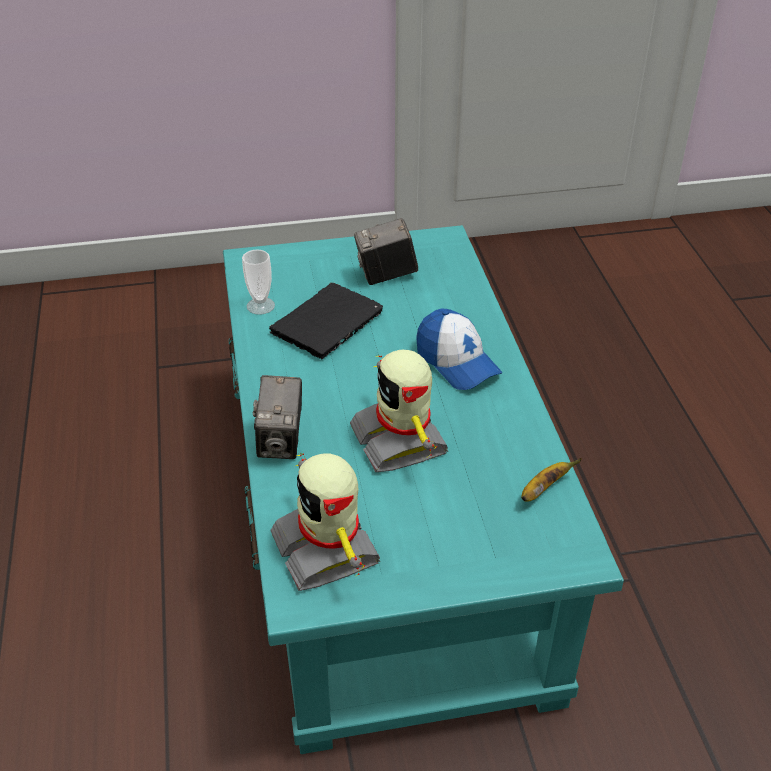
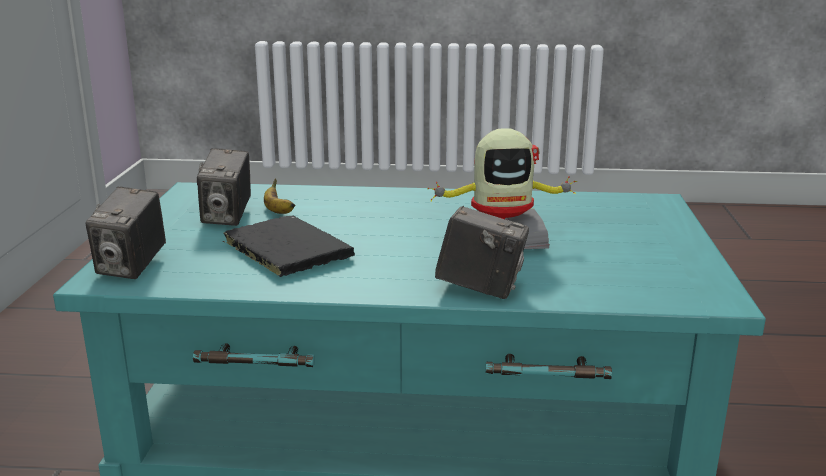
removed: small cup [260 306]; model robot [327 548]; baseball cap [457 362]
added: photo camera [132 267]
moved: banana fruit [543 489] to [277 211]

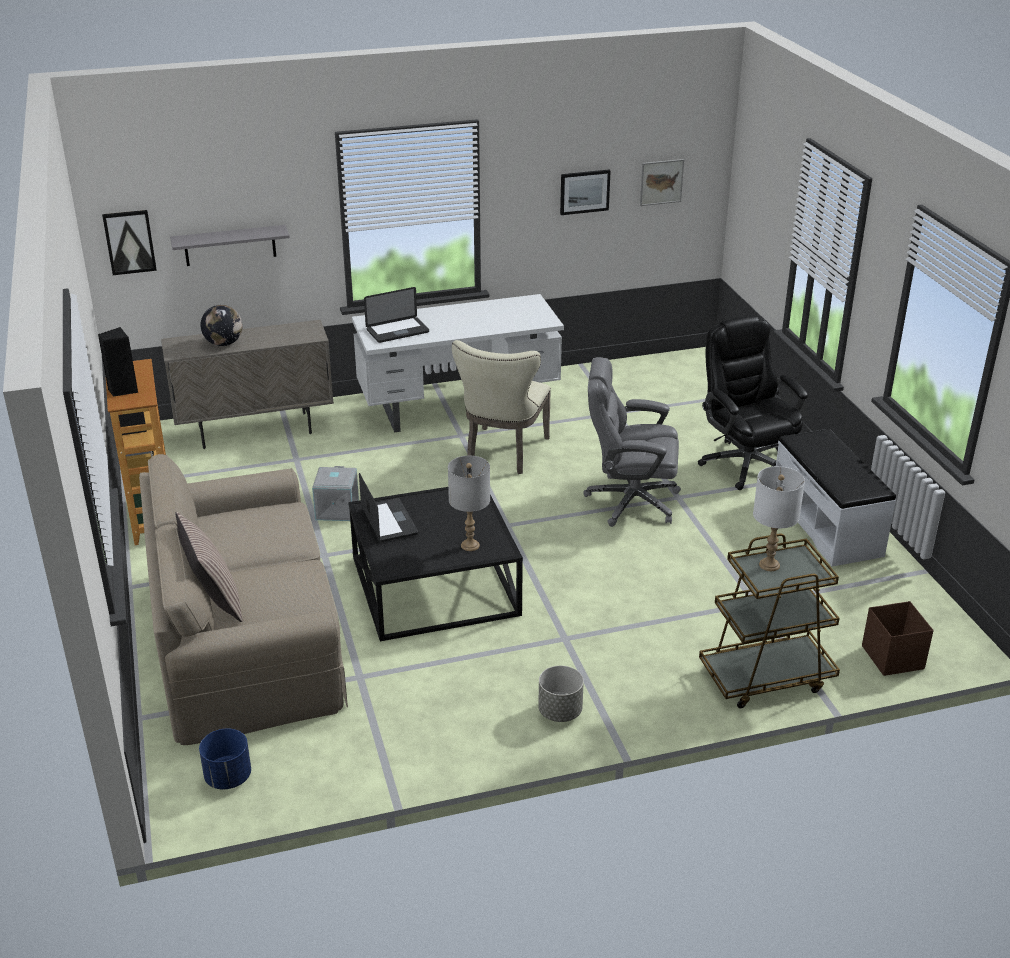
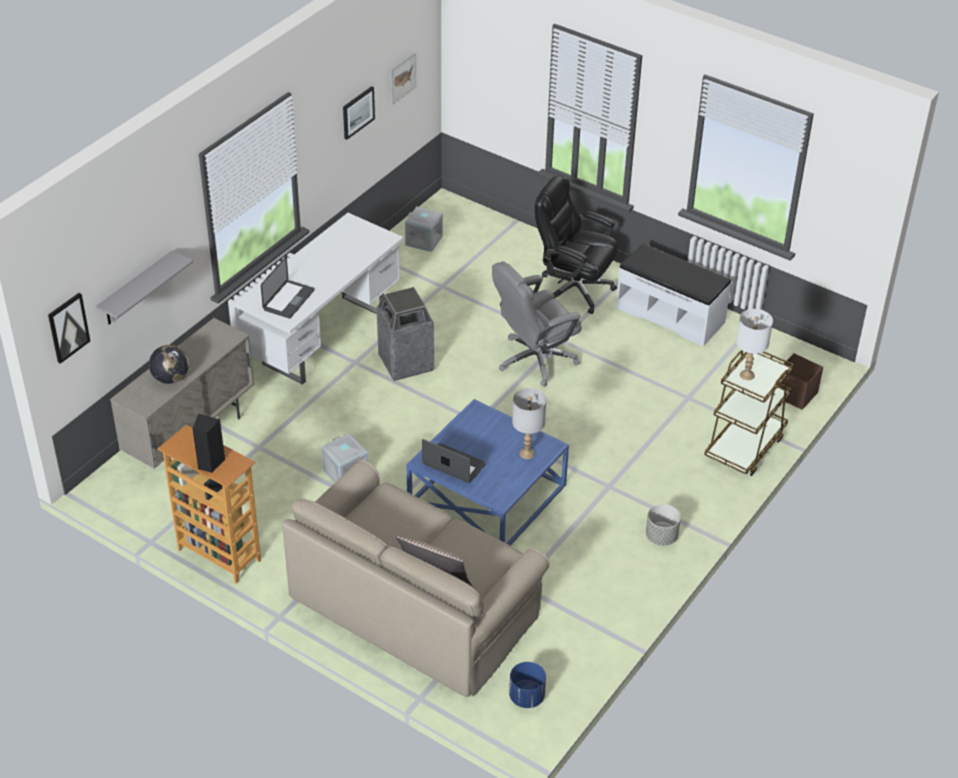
added: storage box in greyish [424 240]
replaced: plain chair in sand-coloured [504 454] to trash can [405 363]
recoloured: low table in black [434 586] to low table in bluish [486 495]

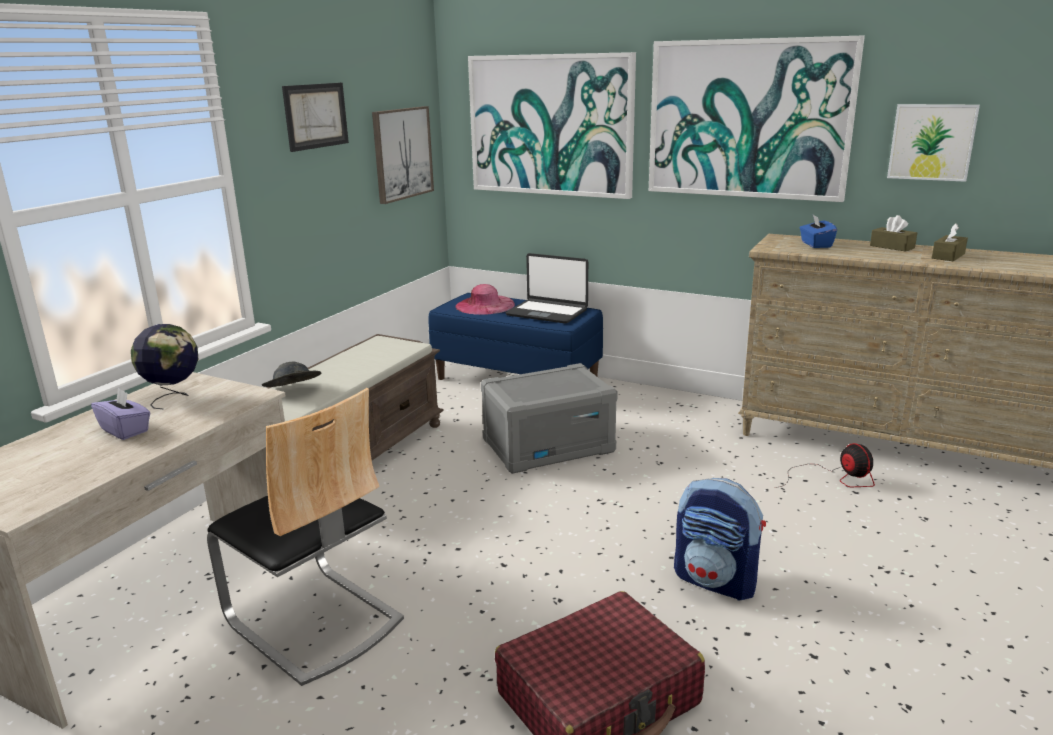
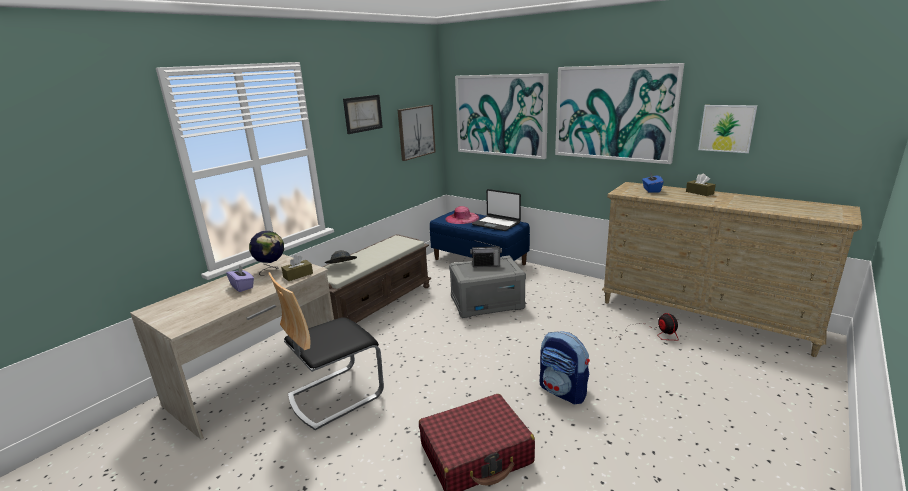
added: radio set [486 265]
moved: tissue holder in brown [948 256] to [298 275]
turned: plain chair [313 621] = [335 394] 90 degrees clockwise

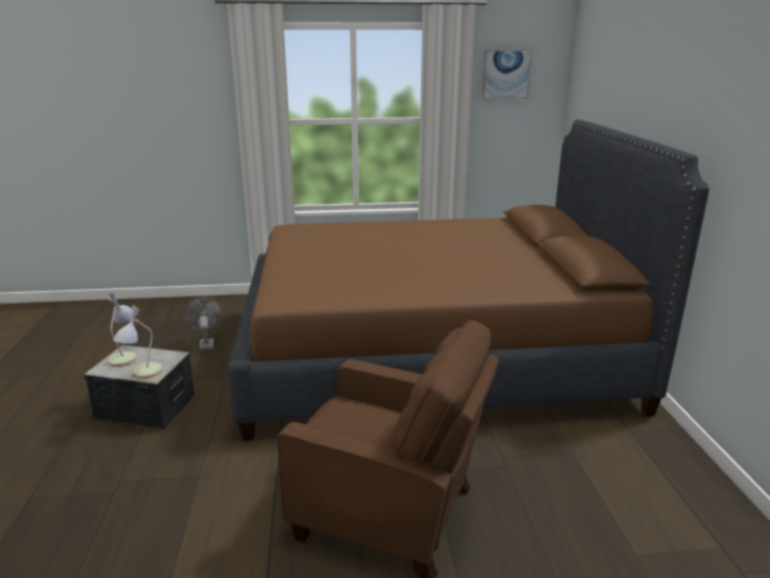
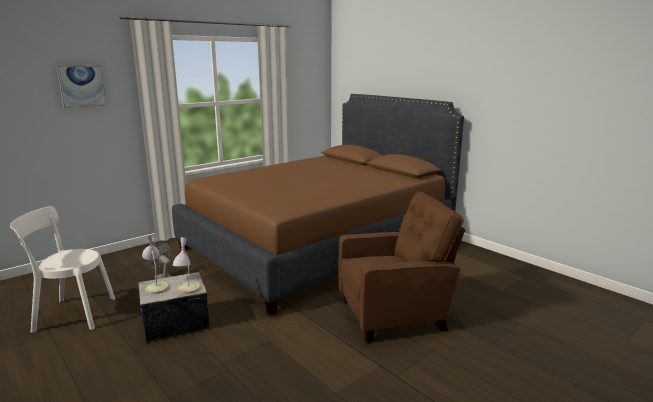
added: plain chair in whitish [71 314]
moved: wall picture [505 74] to [82 86]

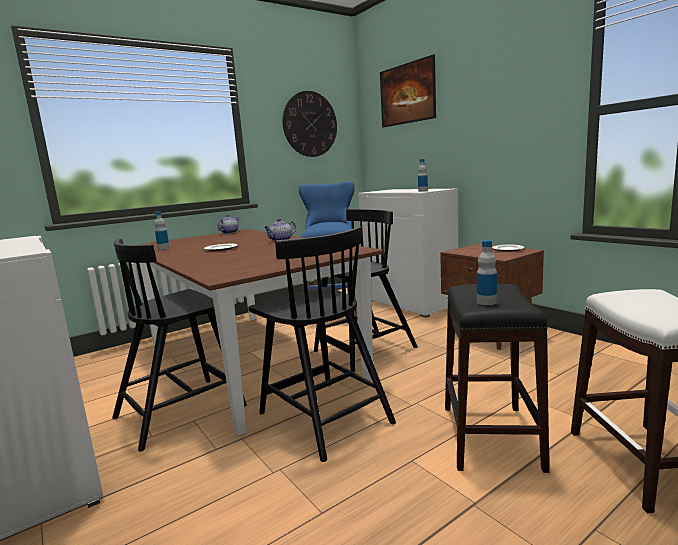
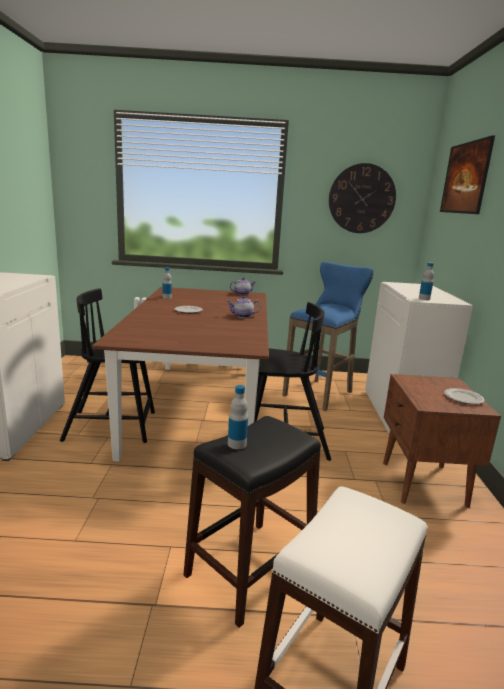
removed: plain chair in black [323 417]

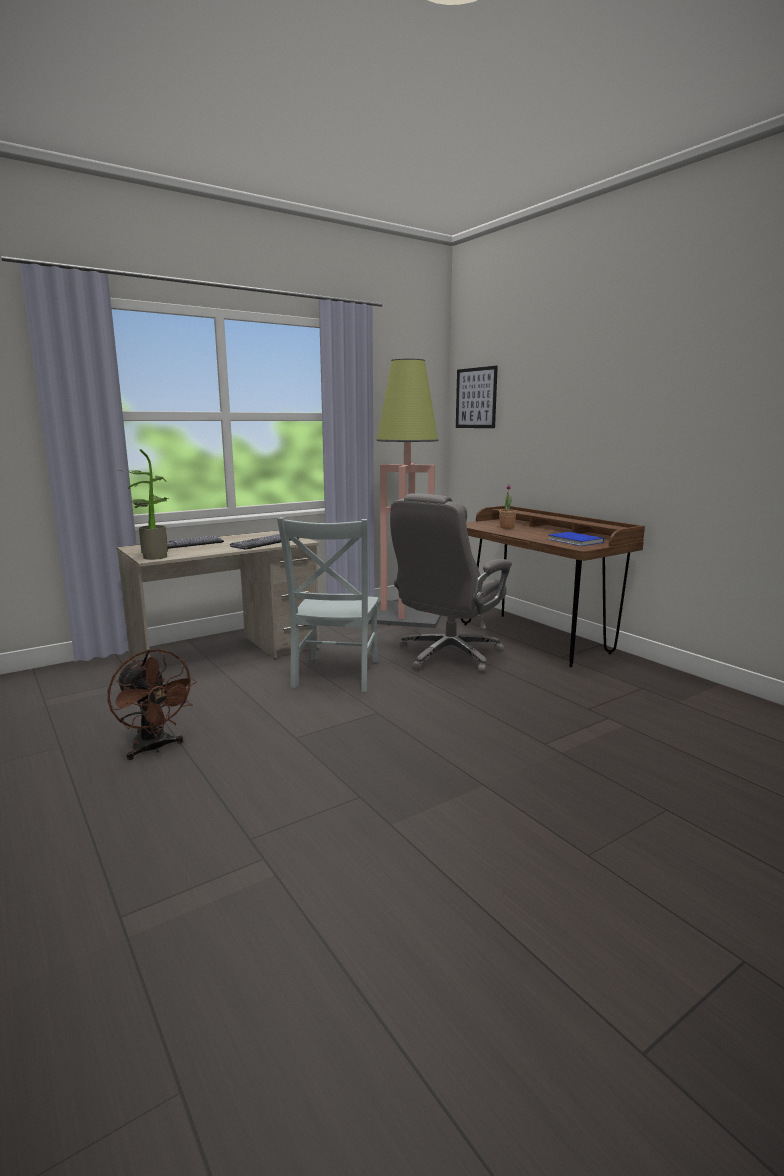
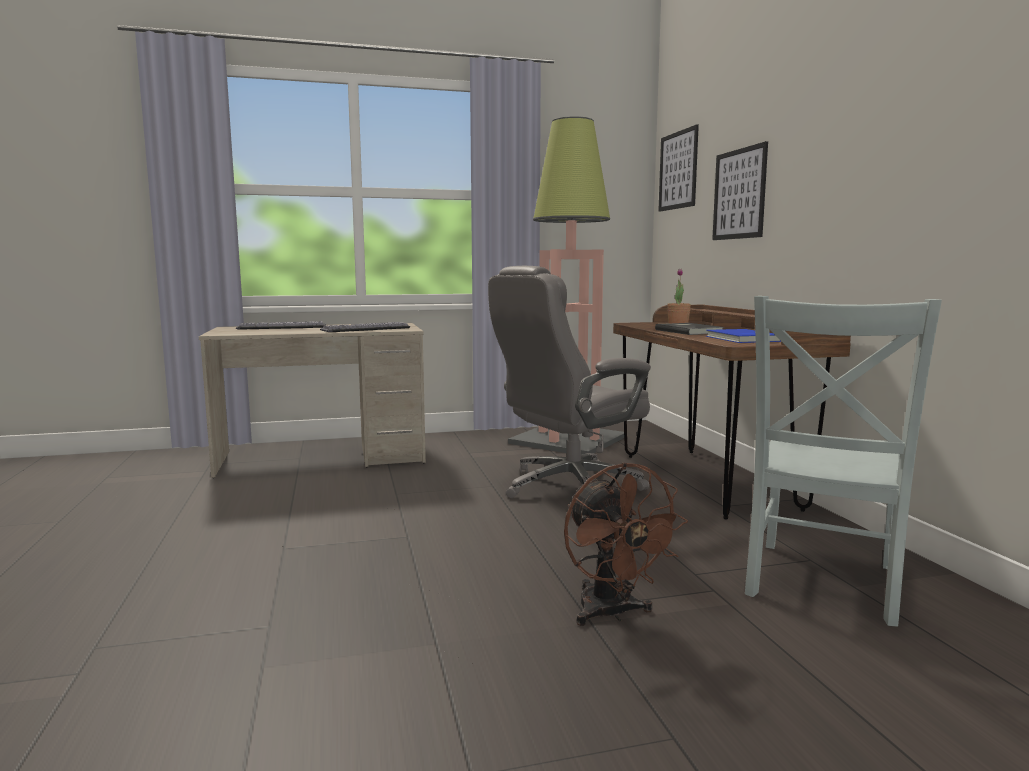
removed: houseplant [153 556]
added: volume in greyish [689 331]; wall picture [739 194]
moved: fan in brown [154 748] to [612 614]; plain chair in greyish [335 675] to [820 583]

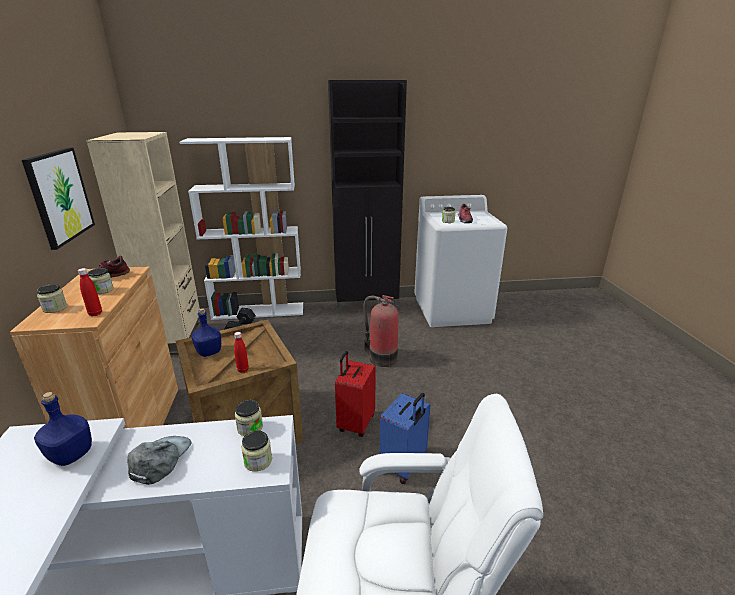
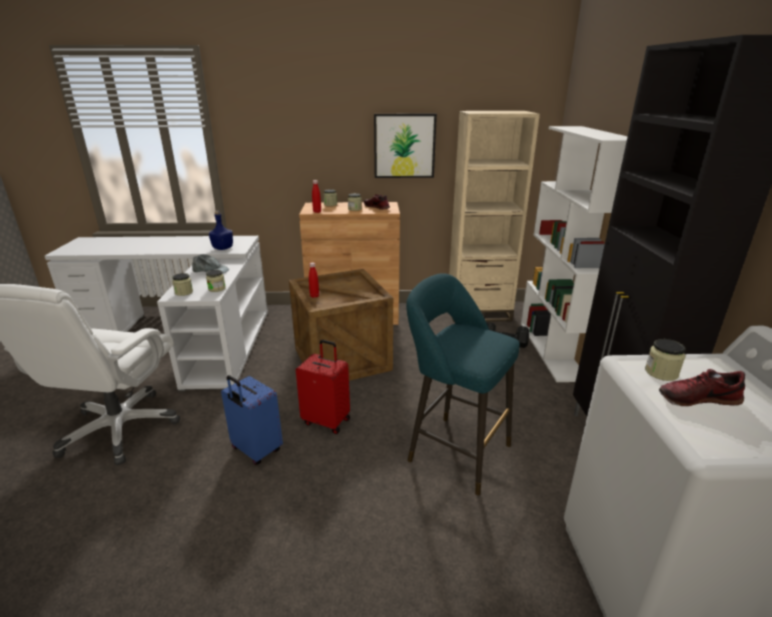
removed: drink bottle in bluish [209 352]
replaced: fire extinguisher [381 357] to stool seat in turquoise [454 450]

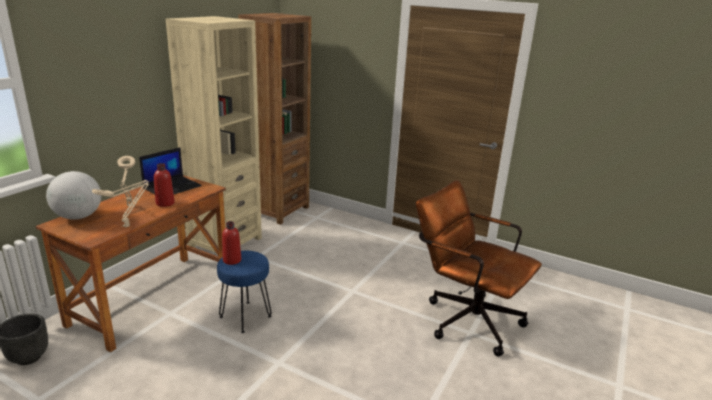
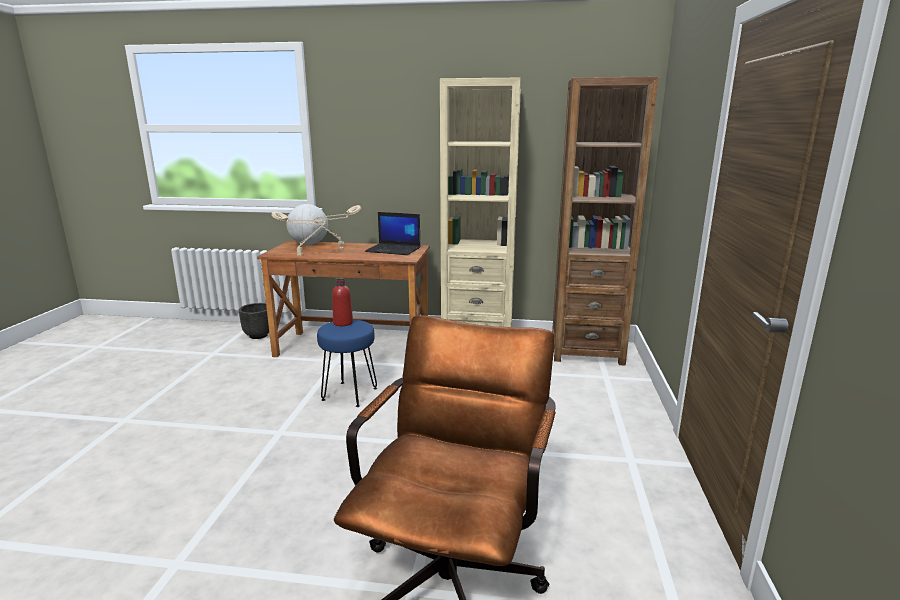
removed: drink bottle in reddish [165 203]

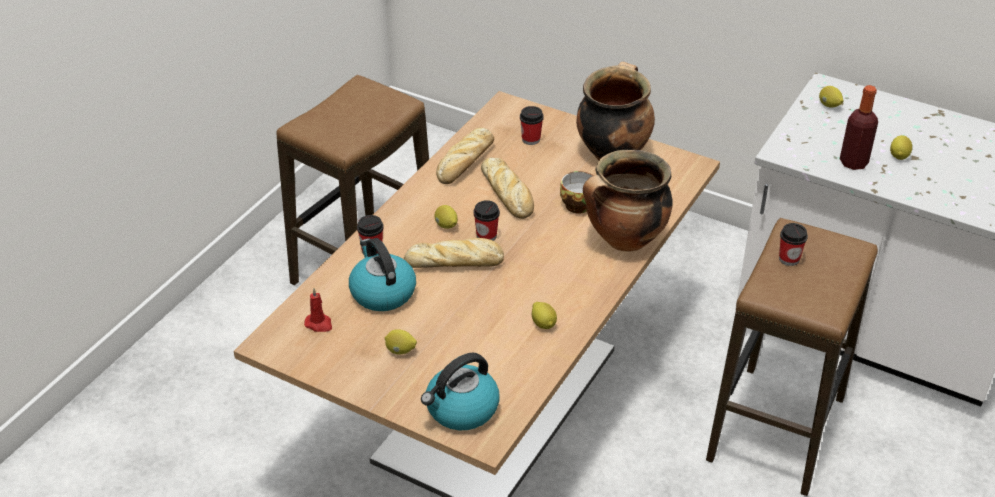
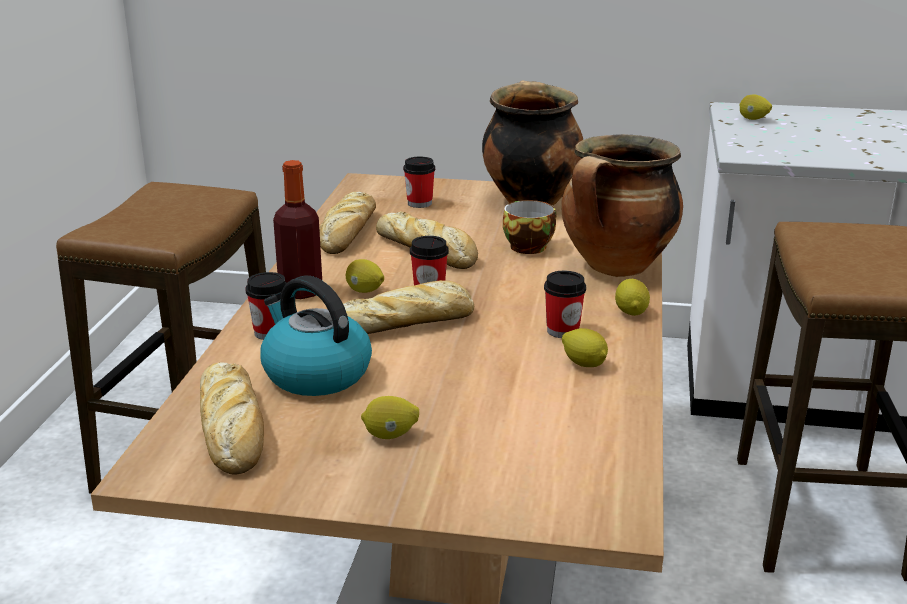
removed: kettle [461 409]
moved: drink bottle [853 162] to [301 291]; small cup [789 259] to [562 331]; lemon [899 156] to [631 312]
replaced: wax light in reddish [319 324] to bakery bread [232 429]

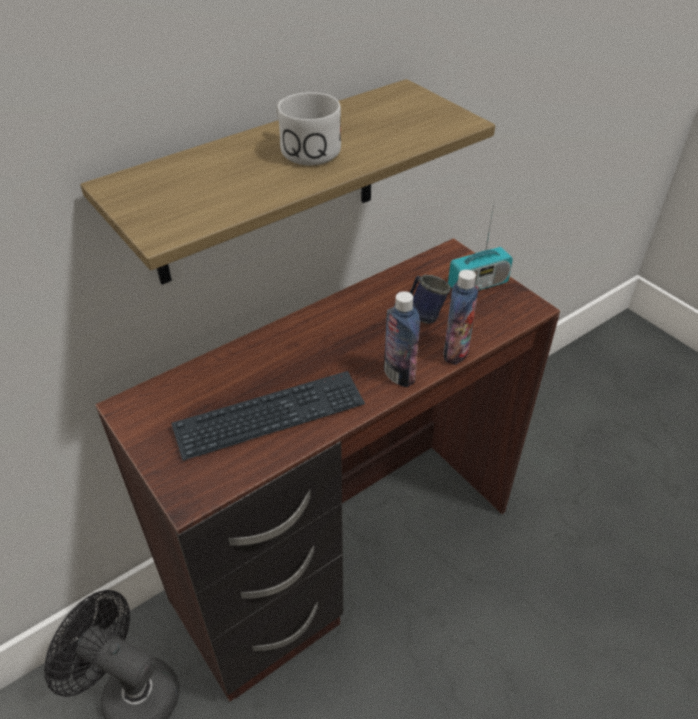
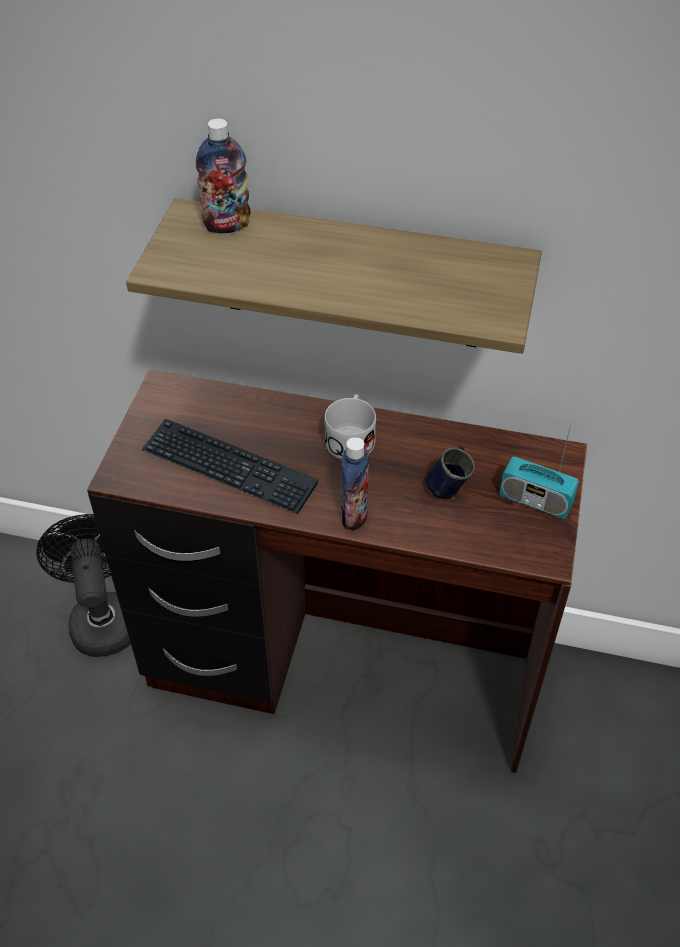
moved: drink bottle [456 352] to [227 225]; mug in whitish [303 148] to [351 437]

